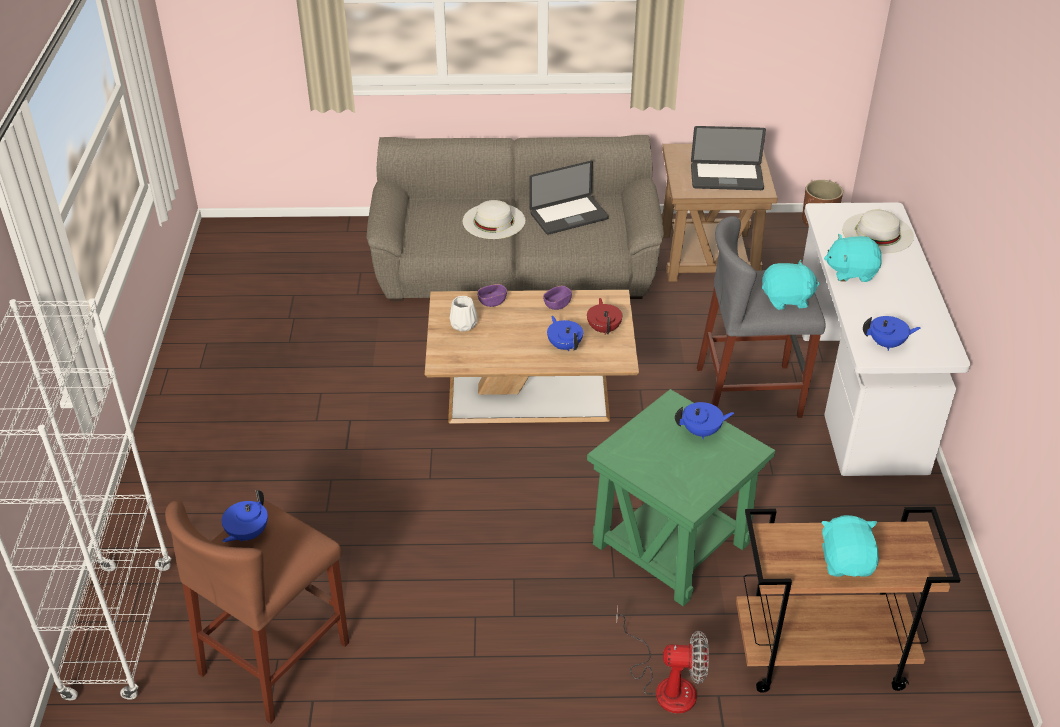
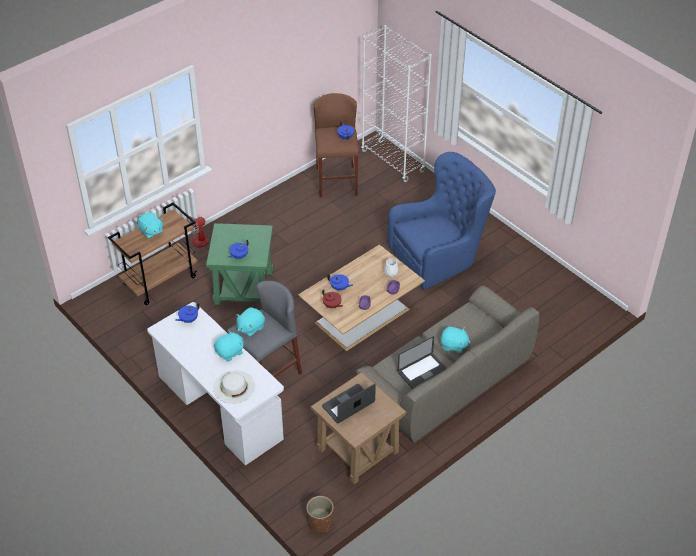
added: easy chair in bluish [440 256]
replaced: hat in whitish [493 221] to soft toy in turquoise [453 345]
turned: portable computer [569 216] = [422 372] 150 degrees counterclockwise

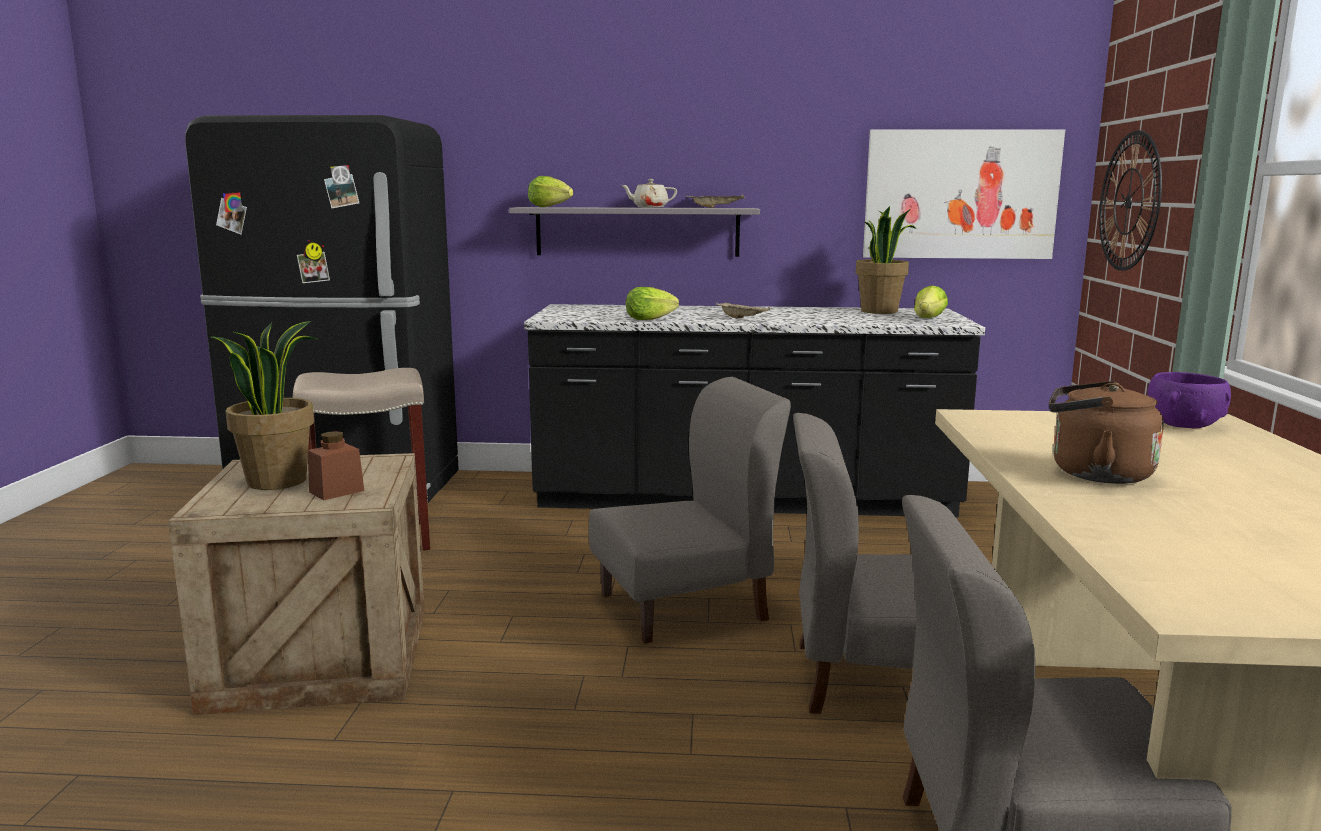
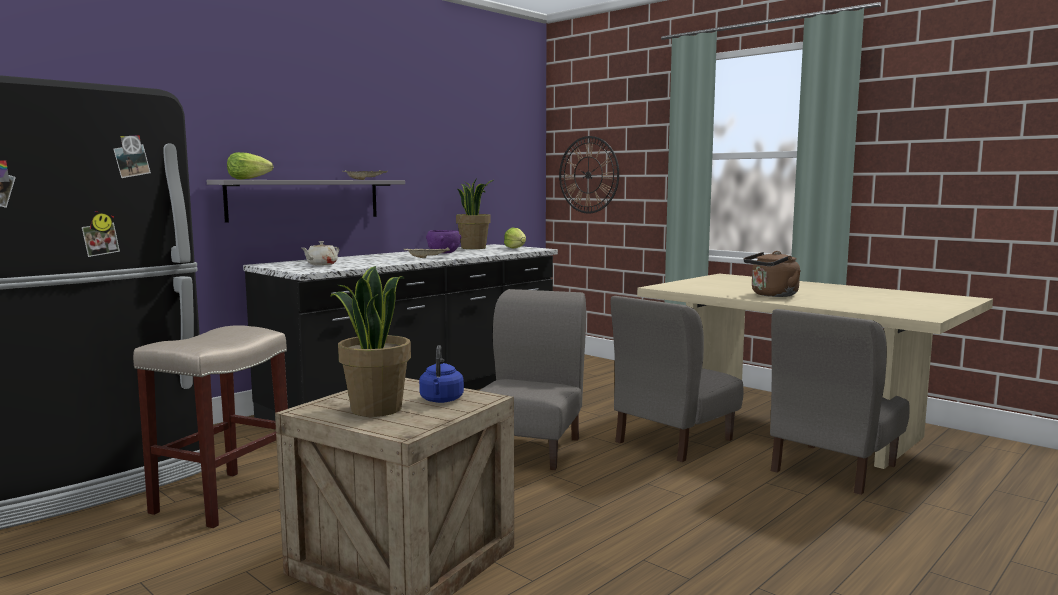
removed: lettuce head [649 319]; wall picture [960 194]
moved: pot for tea in sand-coloured [649 207] to [321 264]; bowl in purple [1183 424] to [443 253]
replaced: preserve jar in brown [336 491] to kettle in bluish [441 400]

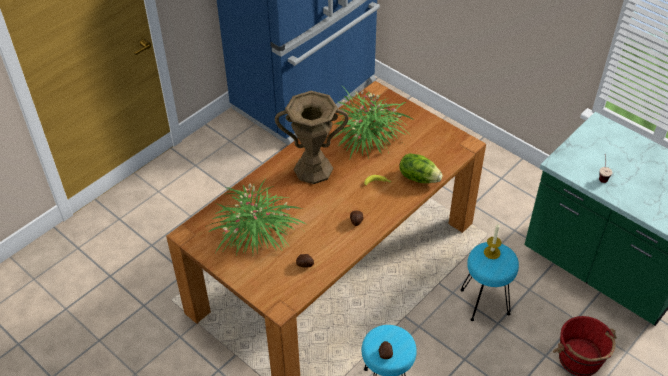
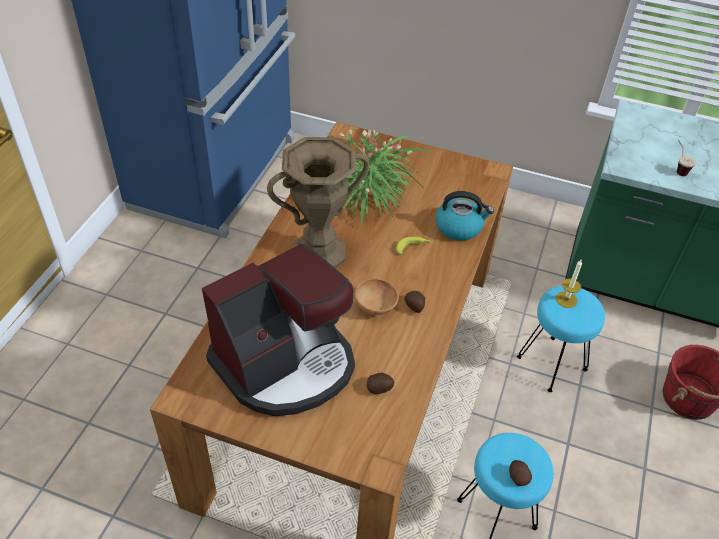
added: bowl in brown [376 306]
replaced: houseplant [256 233] to coffee machine [286 364]; lettuce head [418 177] to kettle [459 227]

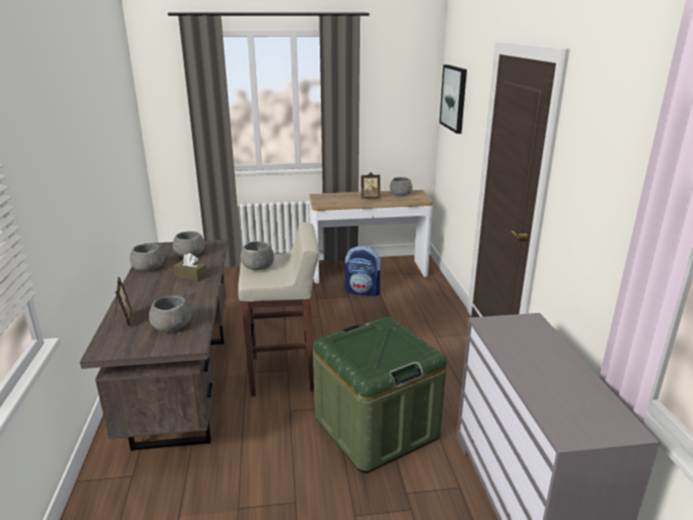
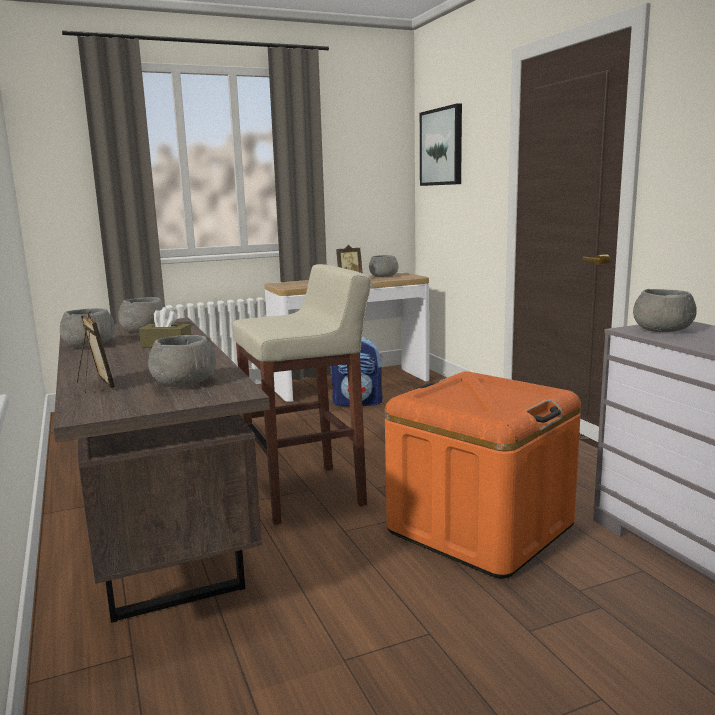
moved: bowl in greyish [258 266] to [661 330]
recoloured: storage box in green [376 427] to storage box in orangey [480 528]

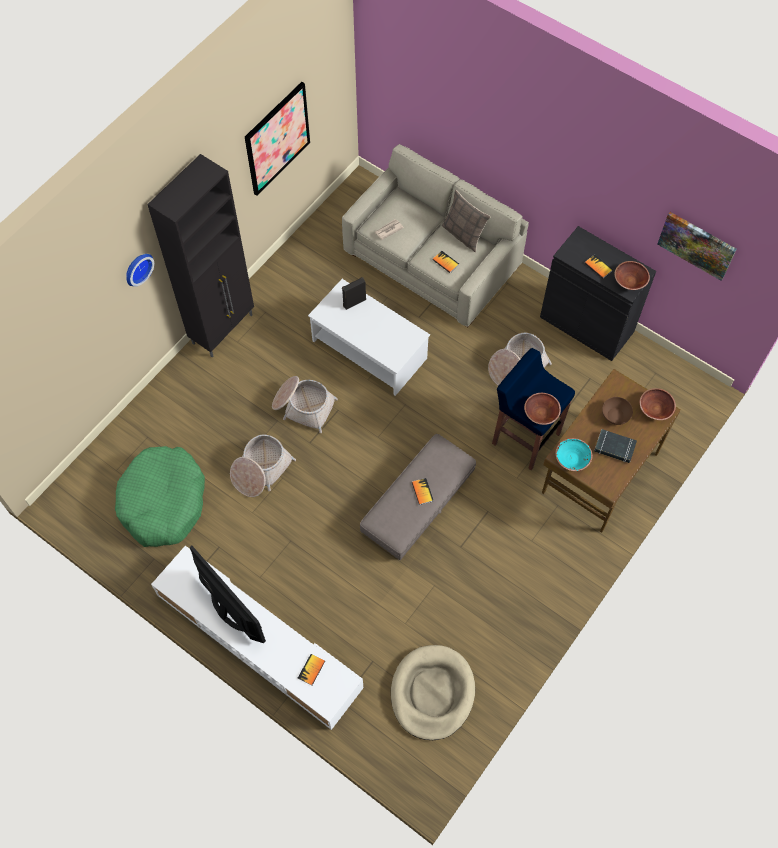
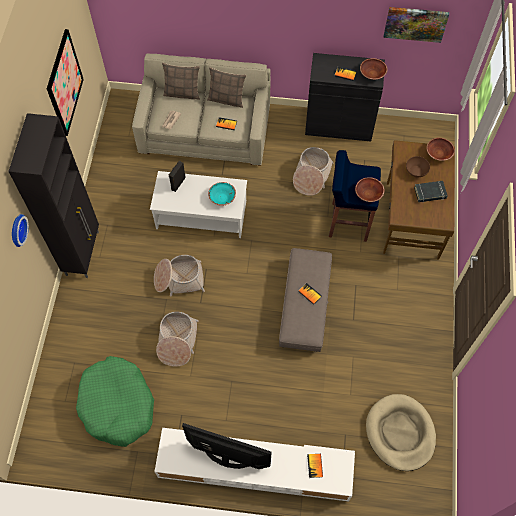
added: throw pillow [182 93]
moved: bowl in turquoise [572 459] to [222 198]

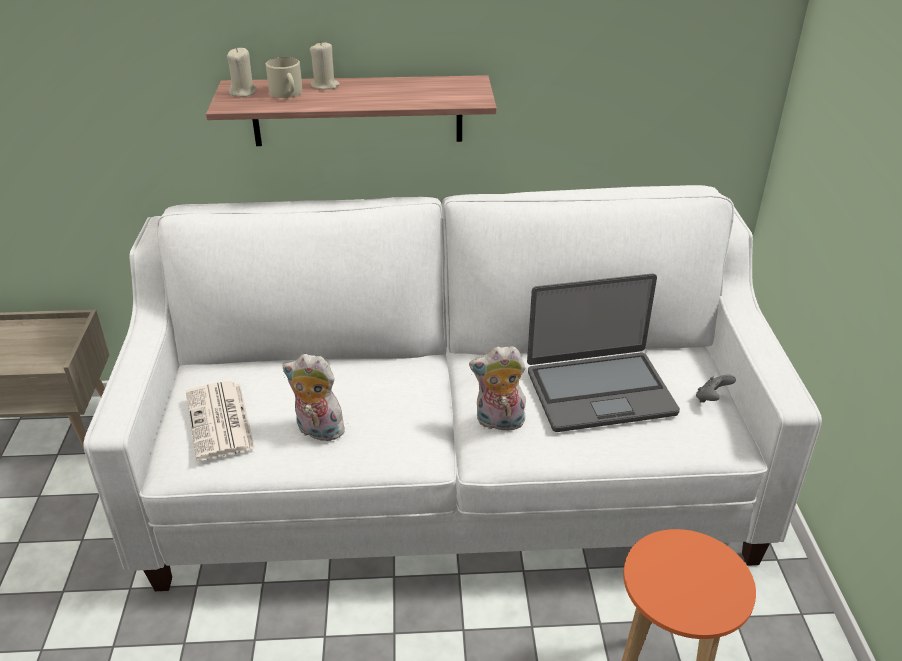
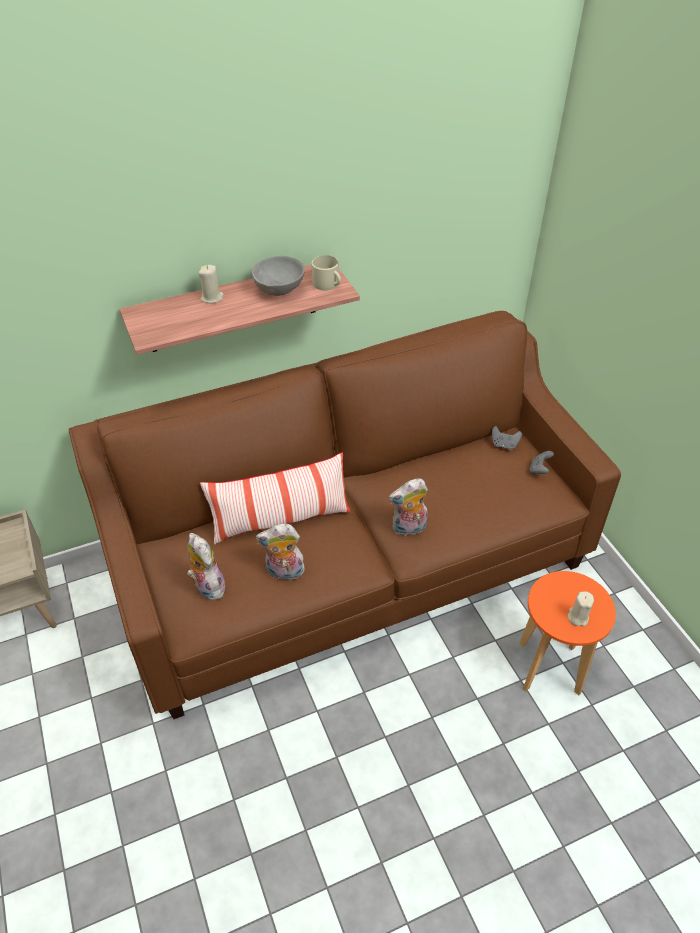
removed: portable computer [599 391]
added: throw pillow [280 520]; bowl in greyish [280 291]; game controller in greyish [504 445]
moved: mug in sand-coloured [287 93] to [328 284]; wax light in sand-coloured [243 92] to [577 617]
replaced: daily paper [220 421] to soft toy [207 586]
recoloured: sofa in whitish [450 478] to sofa in brown [349 563]

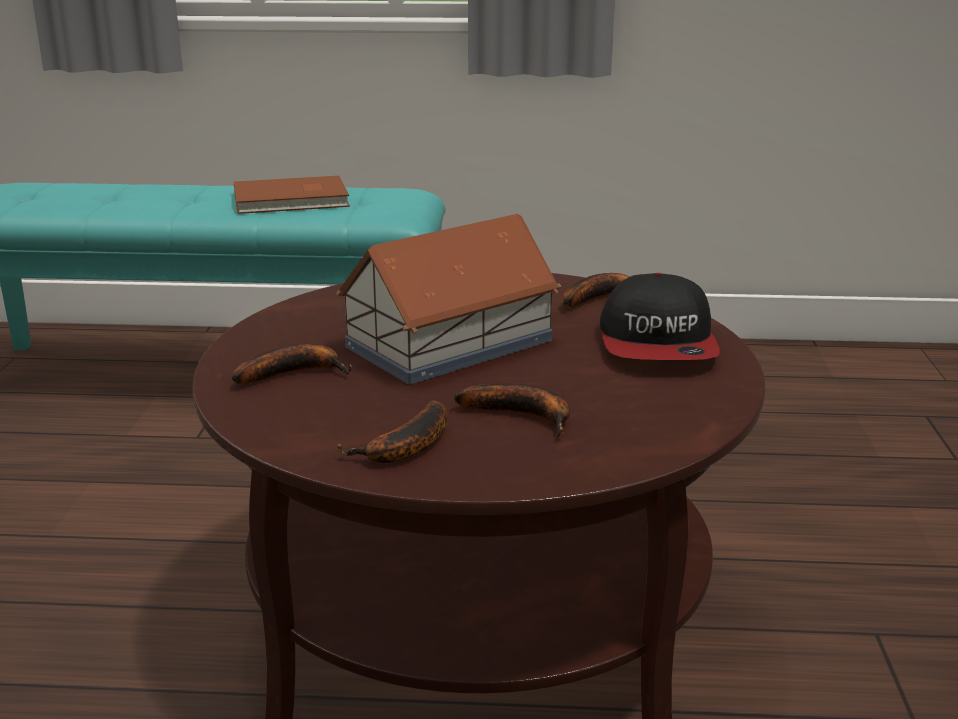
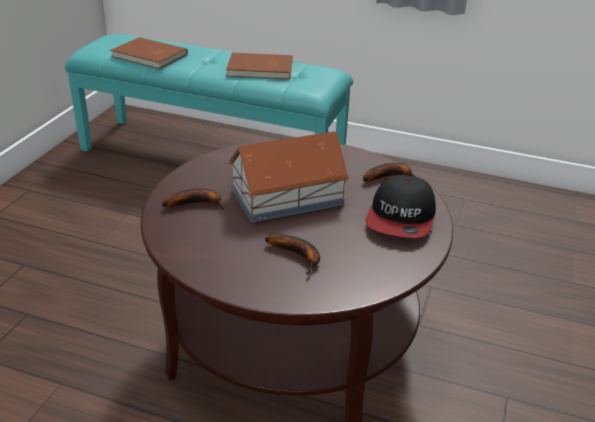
removed: banana fruit [406 447]
added: volume in brown [149 56]

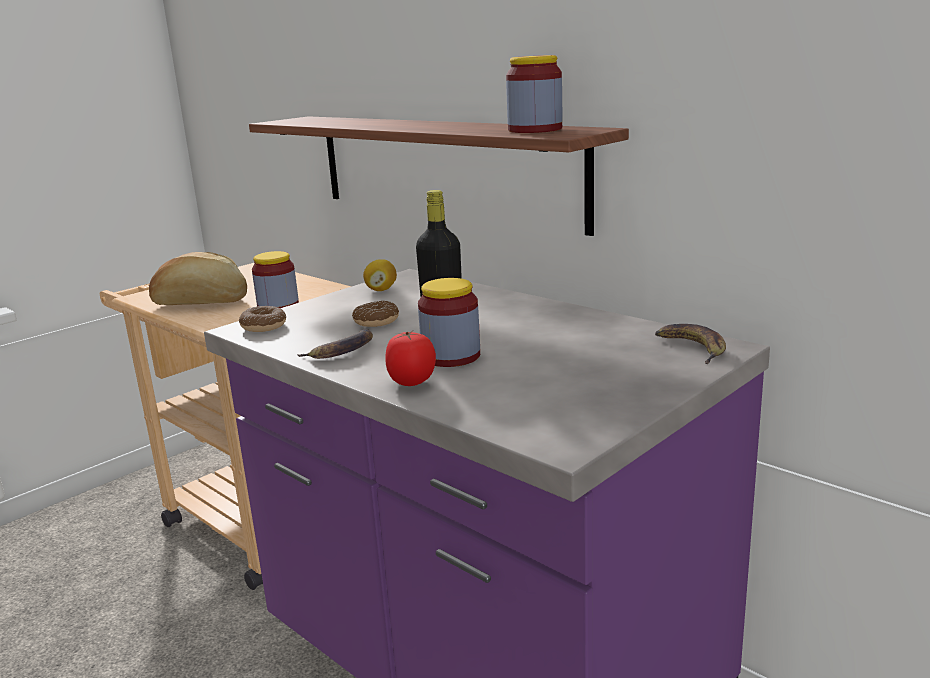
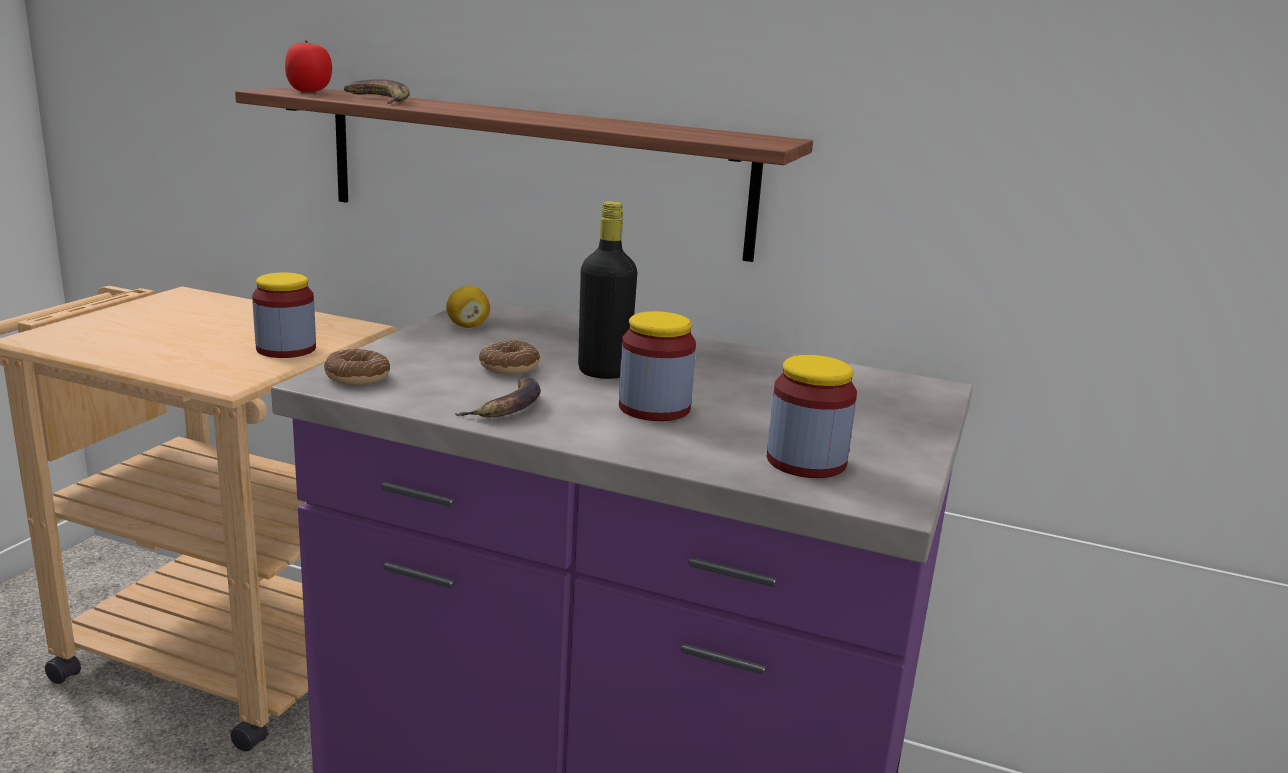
removed: bakery bread [201 303]
moved: fresh tomato [412 383] to [309 91]; banana fruit [691 347] to [379 99]; preserve jar [535 130] to [806 461]

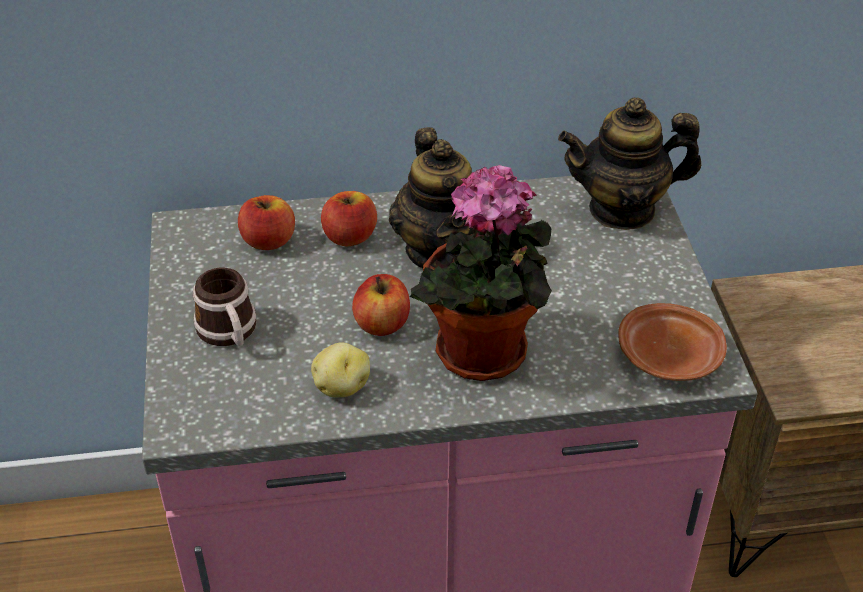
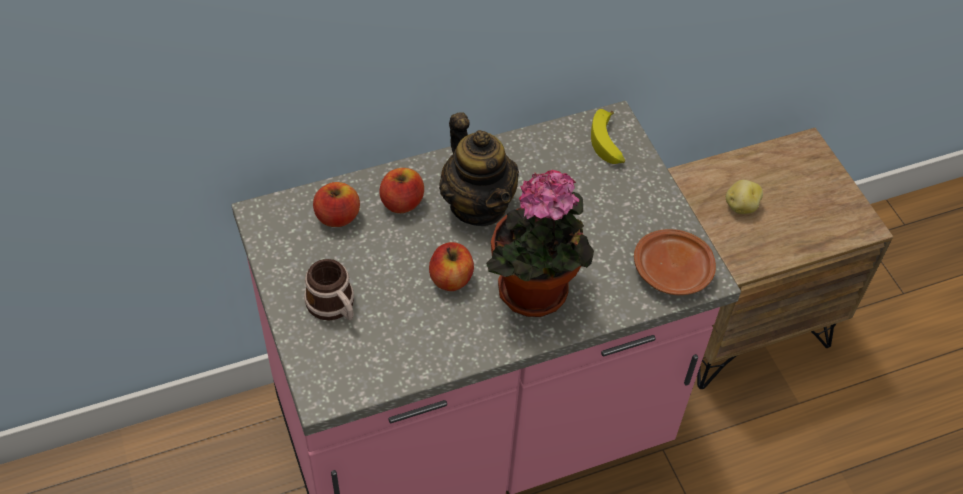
moved: potato [341 386] to [740 206]
replaced: pot for tea [622 209] to banana fruit [608 144]

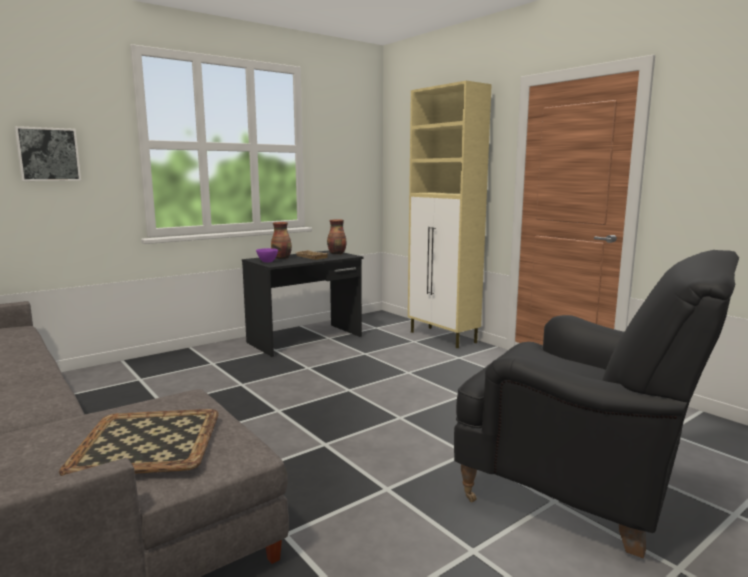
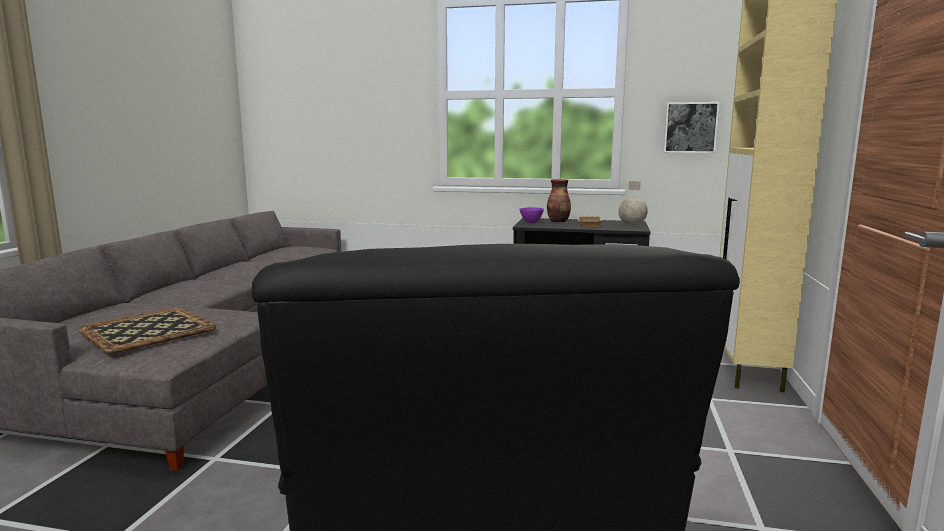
moved: wall picture [48 154] to [690 127]
replaced: flower vase [337 253] to globe [632 225]

